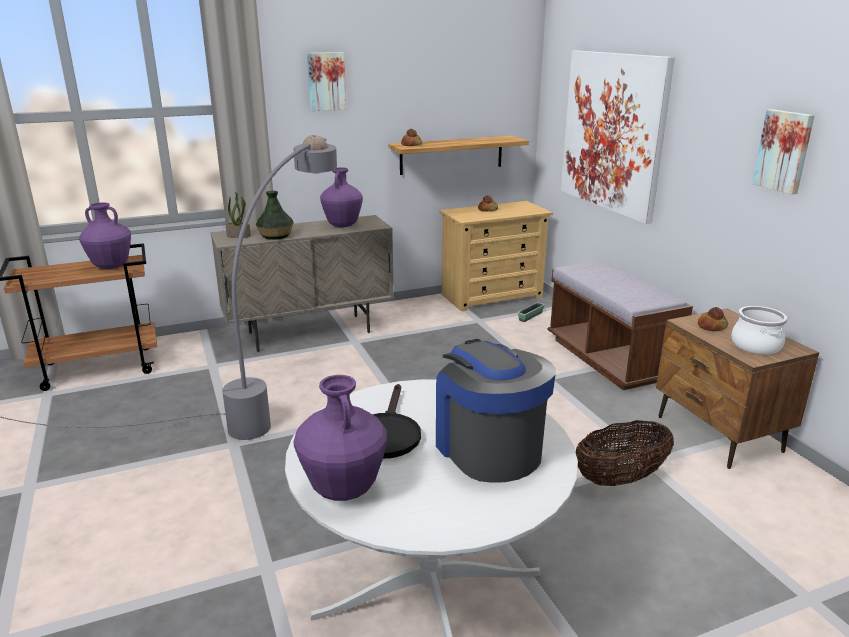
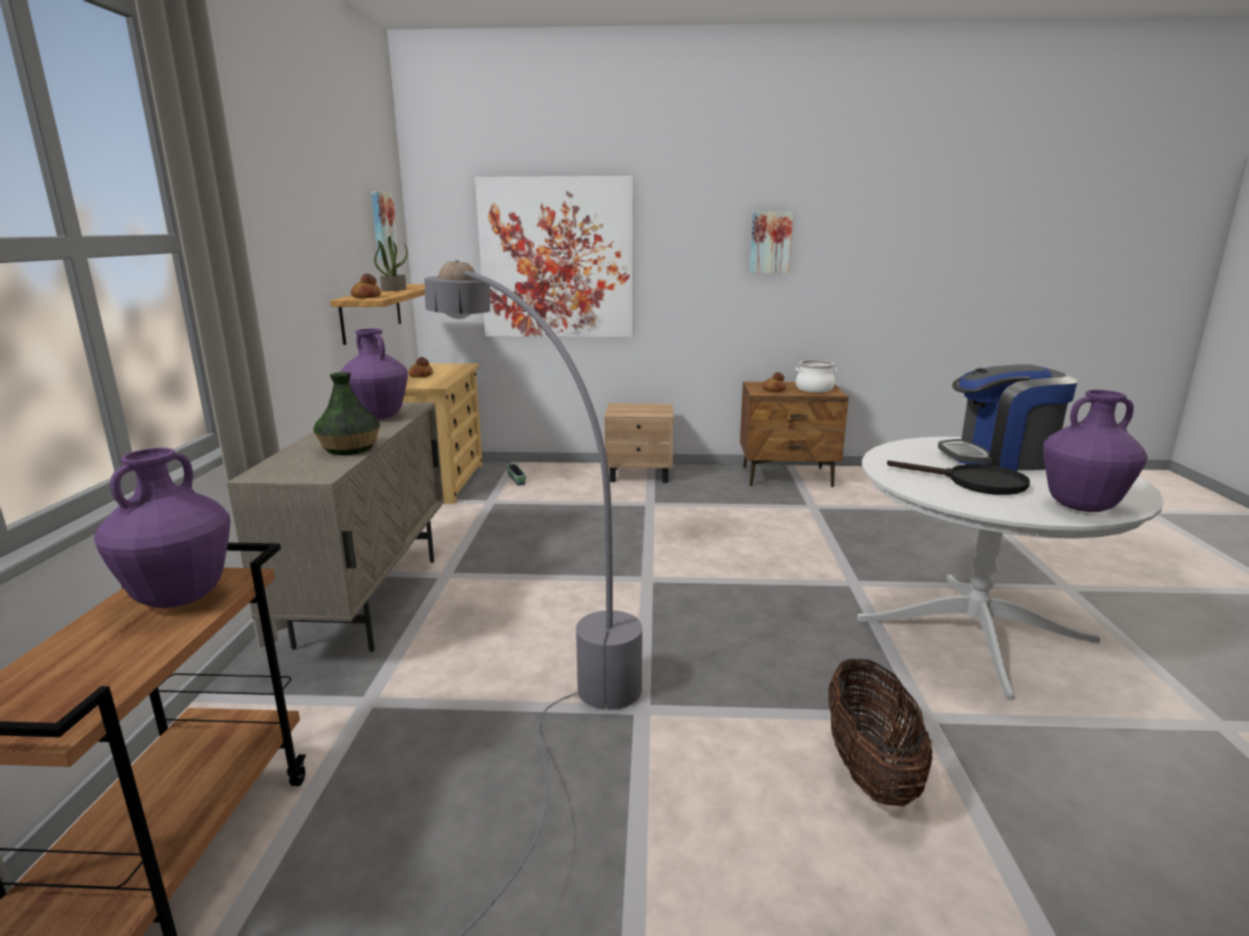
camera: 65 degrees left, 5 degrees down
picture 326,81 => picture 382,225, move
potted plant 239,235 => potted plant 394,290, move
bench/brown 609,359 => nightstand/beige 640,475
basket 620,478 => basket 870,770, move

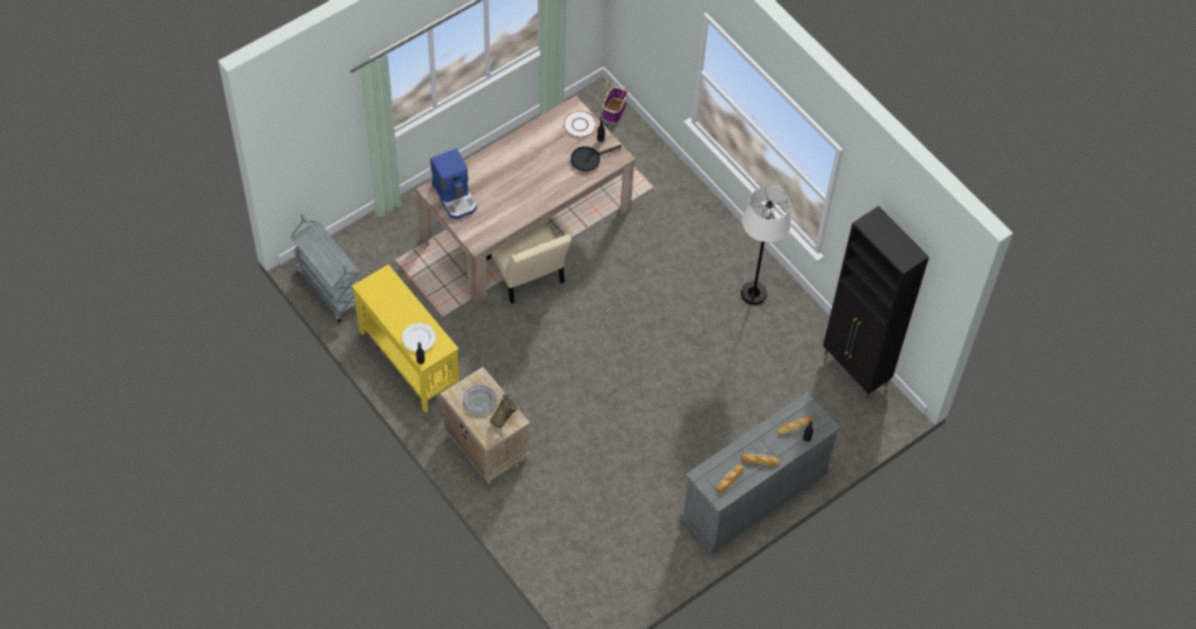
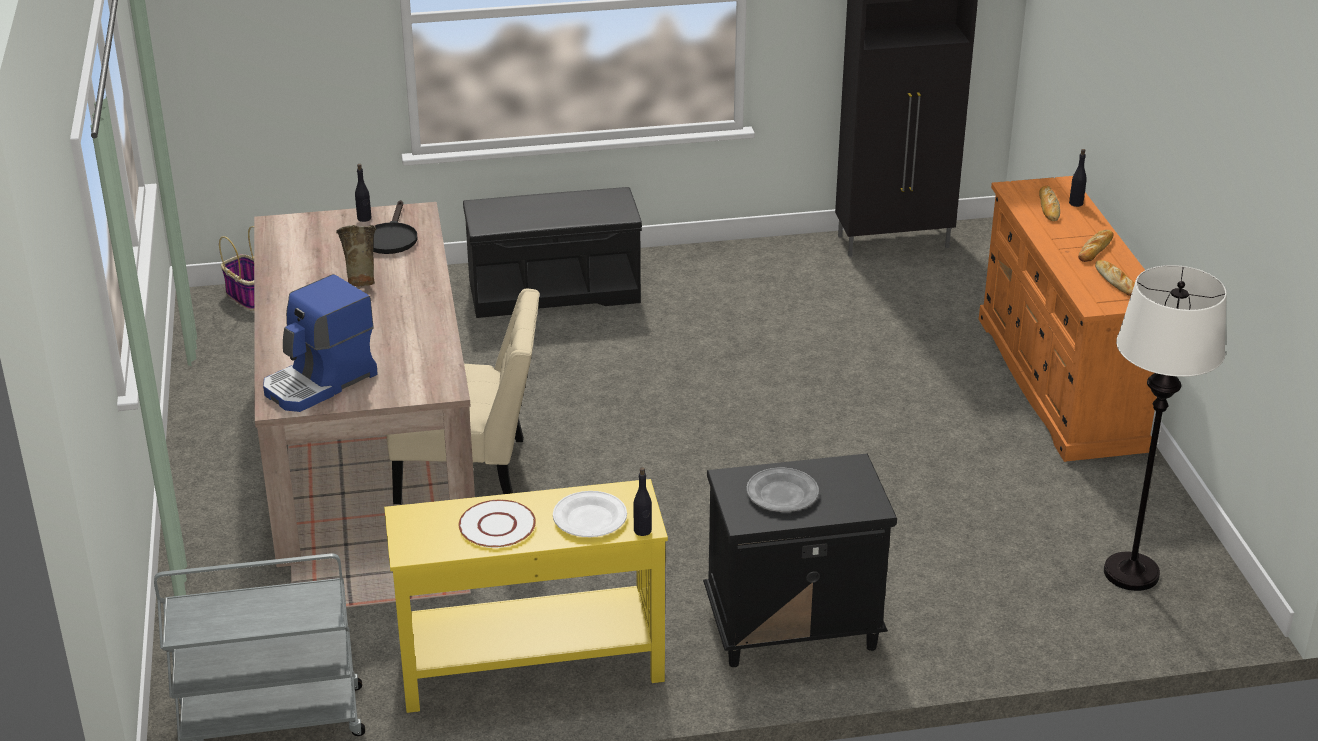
camera: 60 degrees left, 25 degrees down
coffee machine 455,196 => coffee machine 320,383, 135 degrees clockwise
vase/beige 505,419 => vase/beige 361,280, move
plate/white 579,125 => plate/white 497,526, move
nothing => bench/black 555,290
nightstand/beige 485,446 => nightstand/black 791,628
dresser/grey 753,495 => dresser/orange 1060,383
floor lamp/white 754,293 => floor lamp/white 1131,572, move

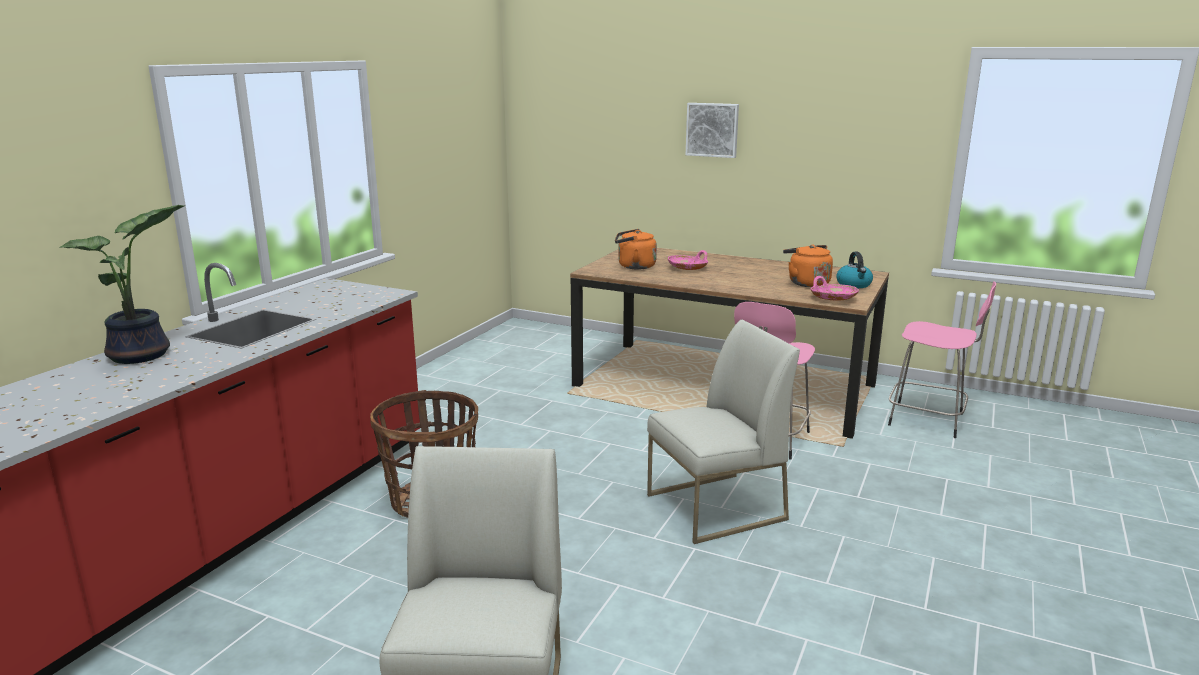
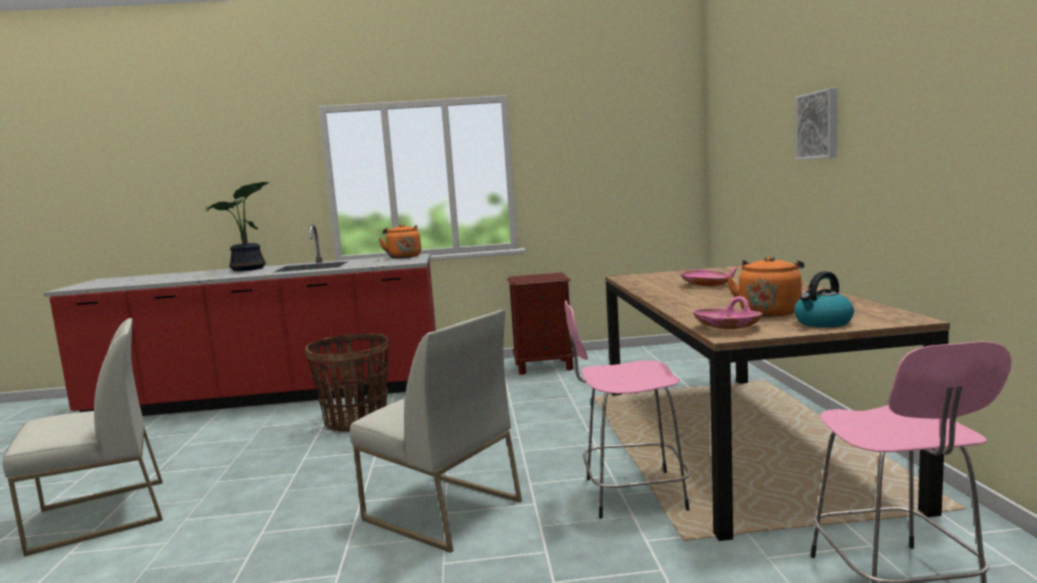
camera: 60 degrees right, 10 degrees down
kettle/orange 634,266 => kettle/orange 403,257, move
nothing => nightstand/brown 544,366

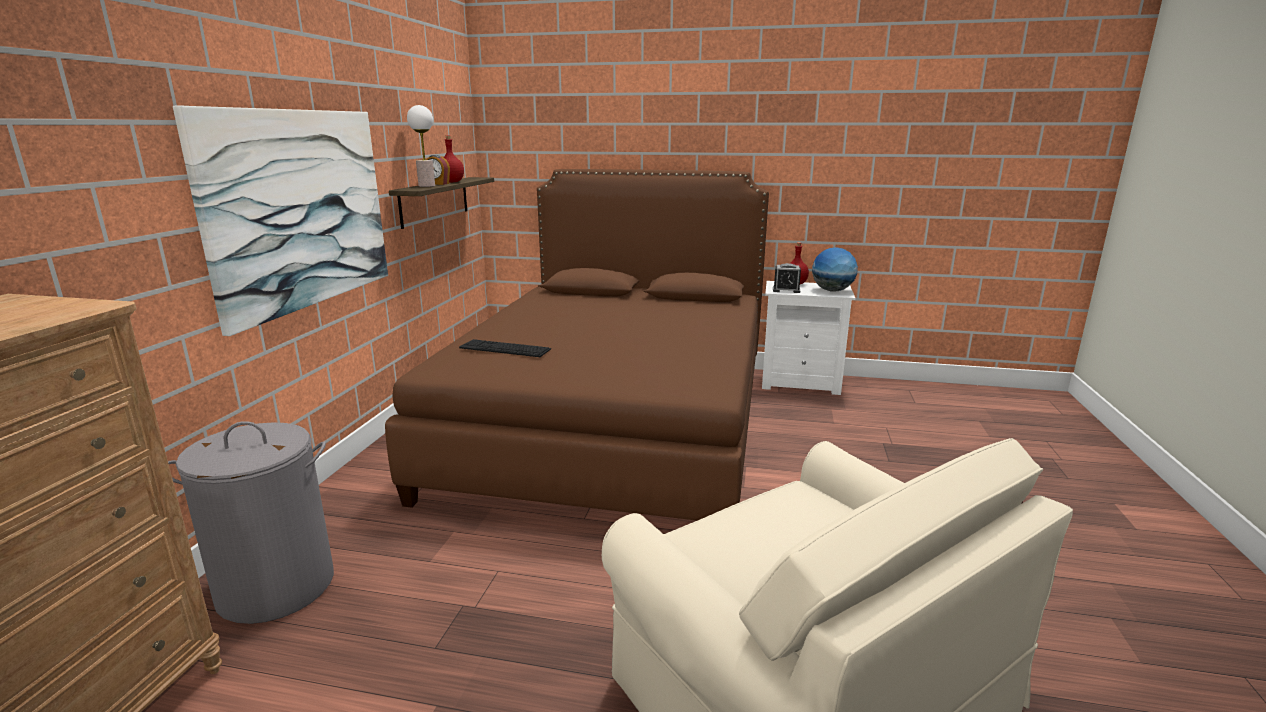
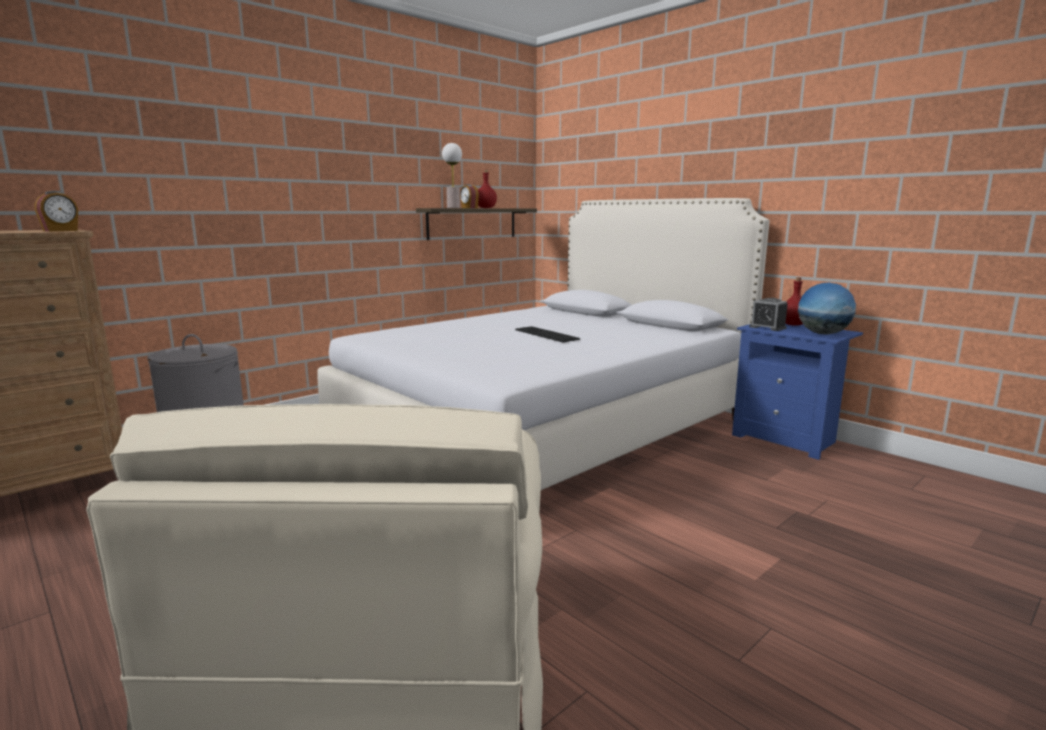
camera: 35 degrees right, 5 degrees down
nothing => alarm clock 60,230
bed/brown 613,424 => bed/white 546,428
keyboard 505,348 => keyboard 546,334, move
nightstand/white 800,382 => nightstand/blue 787,439
picture 300,209 => nothing

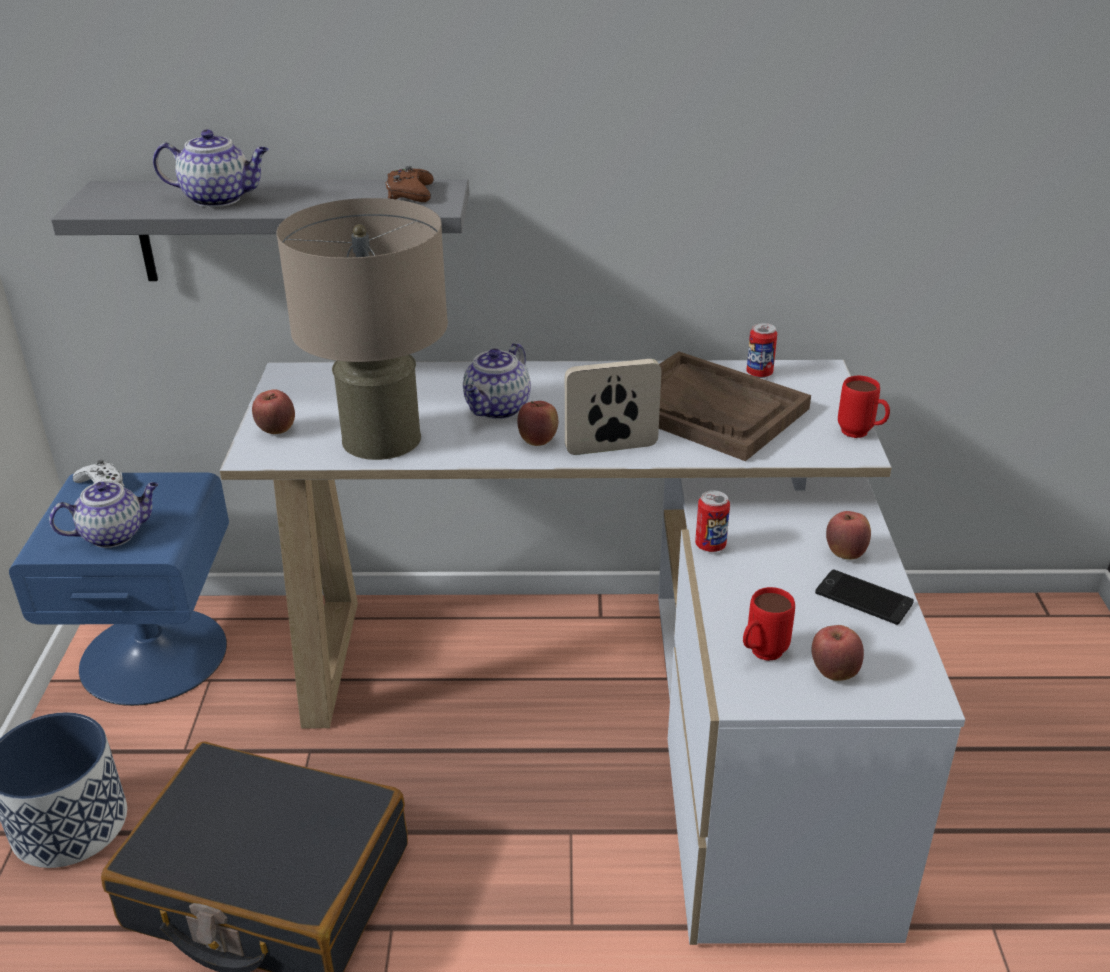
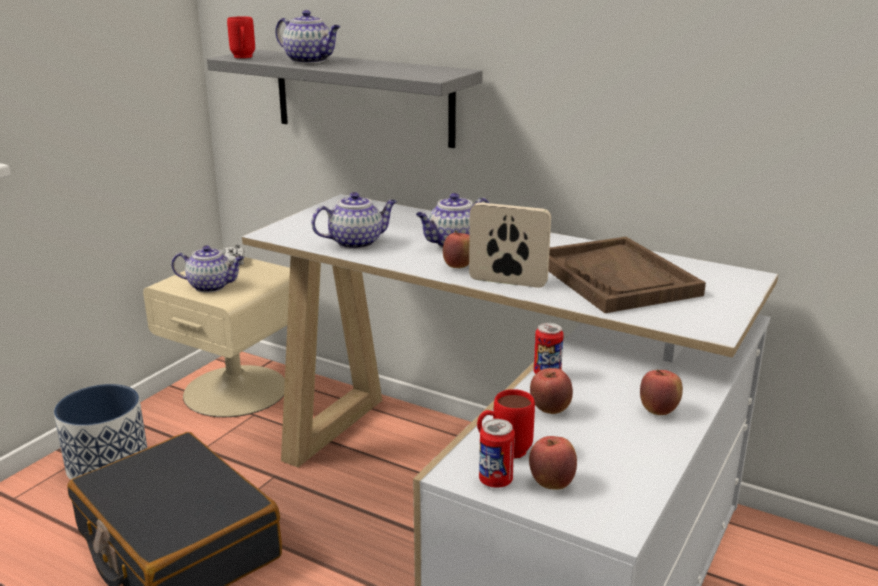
camera: 30 degrees right, 10 degrees down
nightstand/blue 154,653 => nightstand/beige 237,389
mug/red 861,434 => mug/red 243,58, move
table lamp/beige 381,438 => teapot 357,242
can 759,373 => can 495,481, move
apple 276,430 => apple 550,410, move
game controller/brown 410,193 => nothing
phone 863,598 => nothing

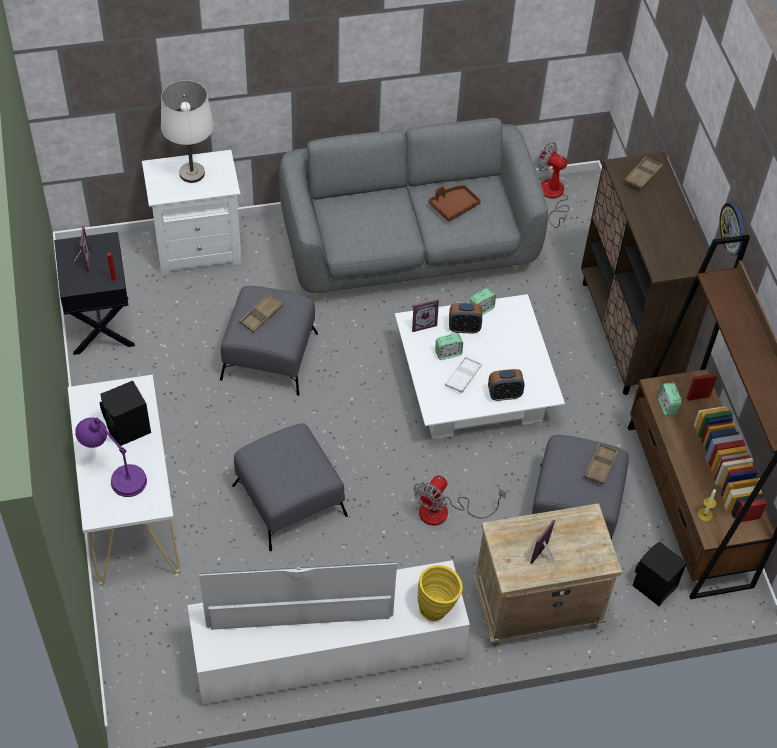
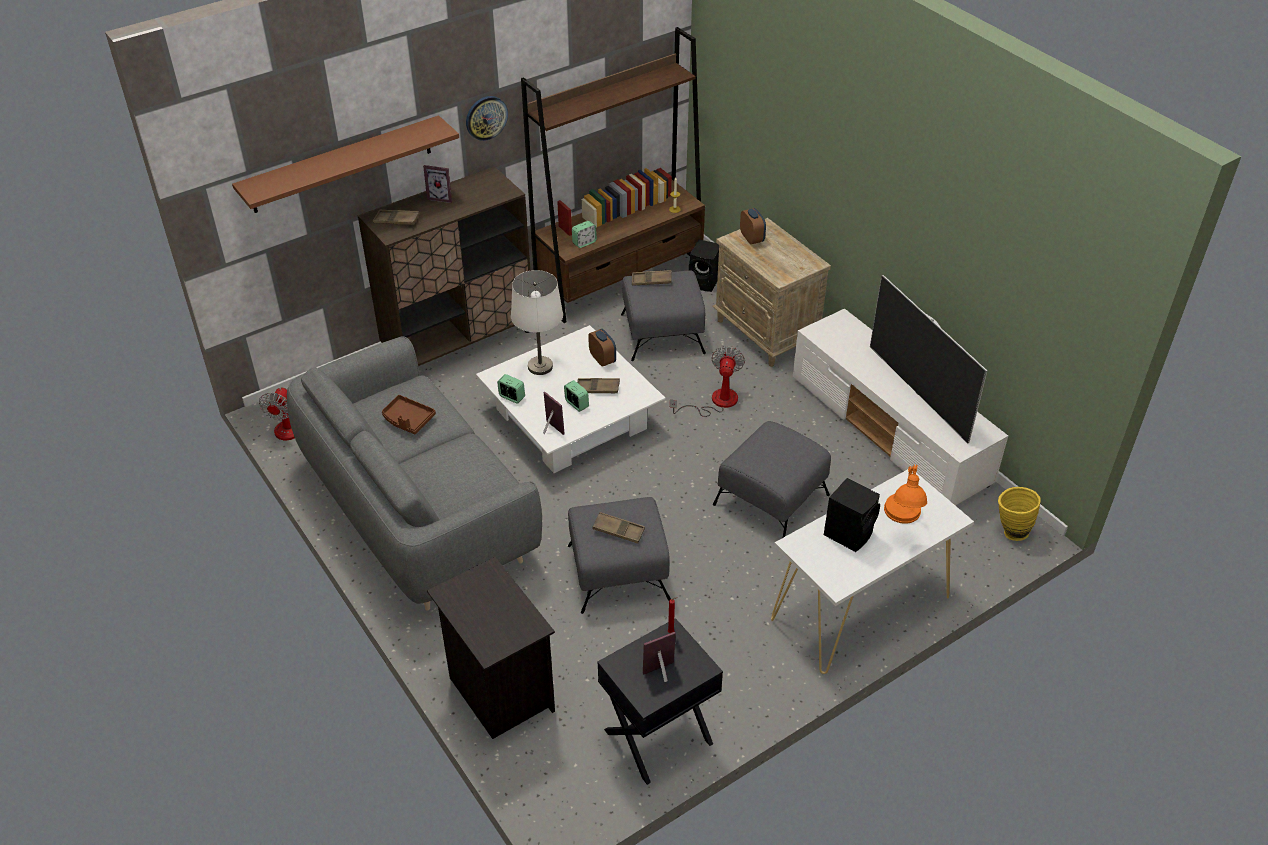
camera: 110 degrees left, 10 degrees down
nothing => shelf/brown 341,164
picture frame 545,557 => picture frame 441,197, move
nightstand/white 198,248 => nightstand/black 498,692
table lamp/white 192,174 => table lamp/white 540,366, move
tray/white 463,376 => tray/brown 597,388
fan 444,512 => fan 715,402, 90 degrees counterclockwise
alarm clock 464,328 => alarm clock 752,238, move
table lamp/purple 115,474 => table lamp/orange 902,522
vase/yellow 437,607 => vase/yellow 1010,531, move

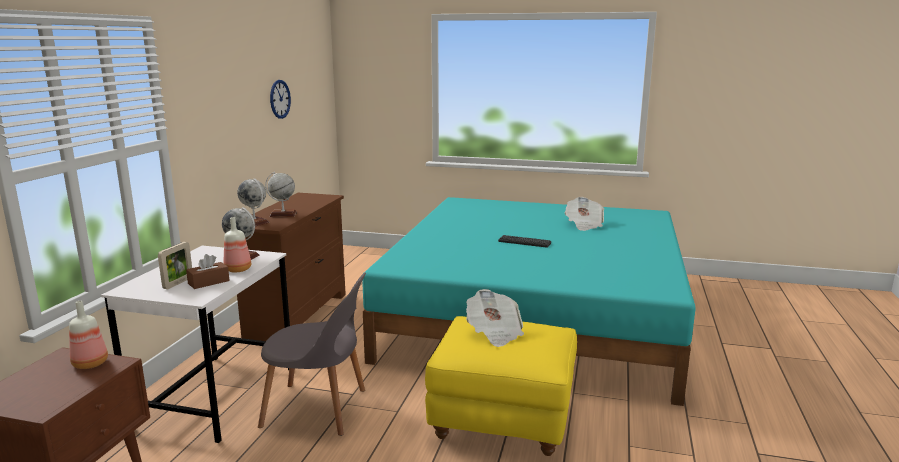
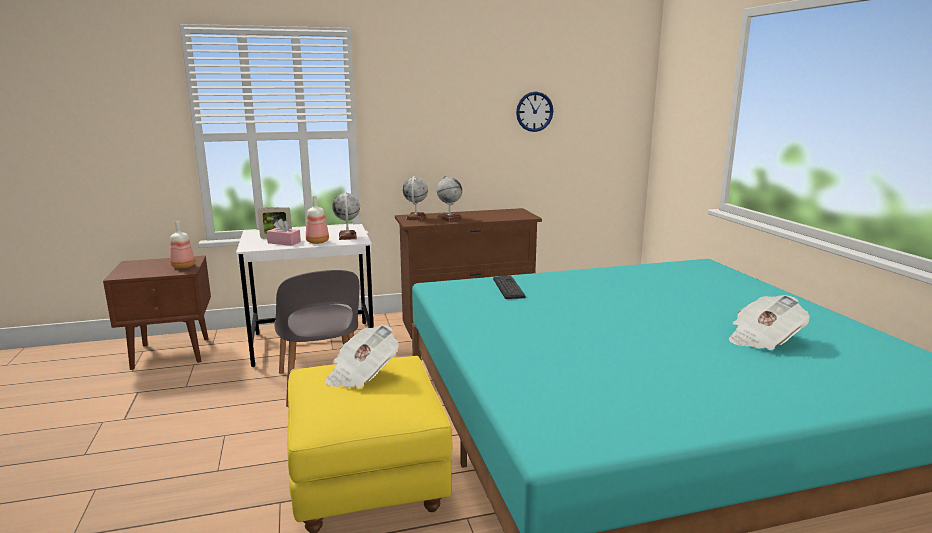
camera: 60 degrees right, 0 degrees up
tissue box/brown 208,282 => tissue box/pink 284,242
keyboard 524,242 => keyboard 508,288, move

